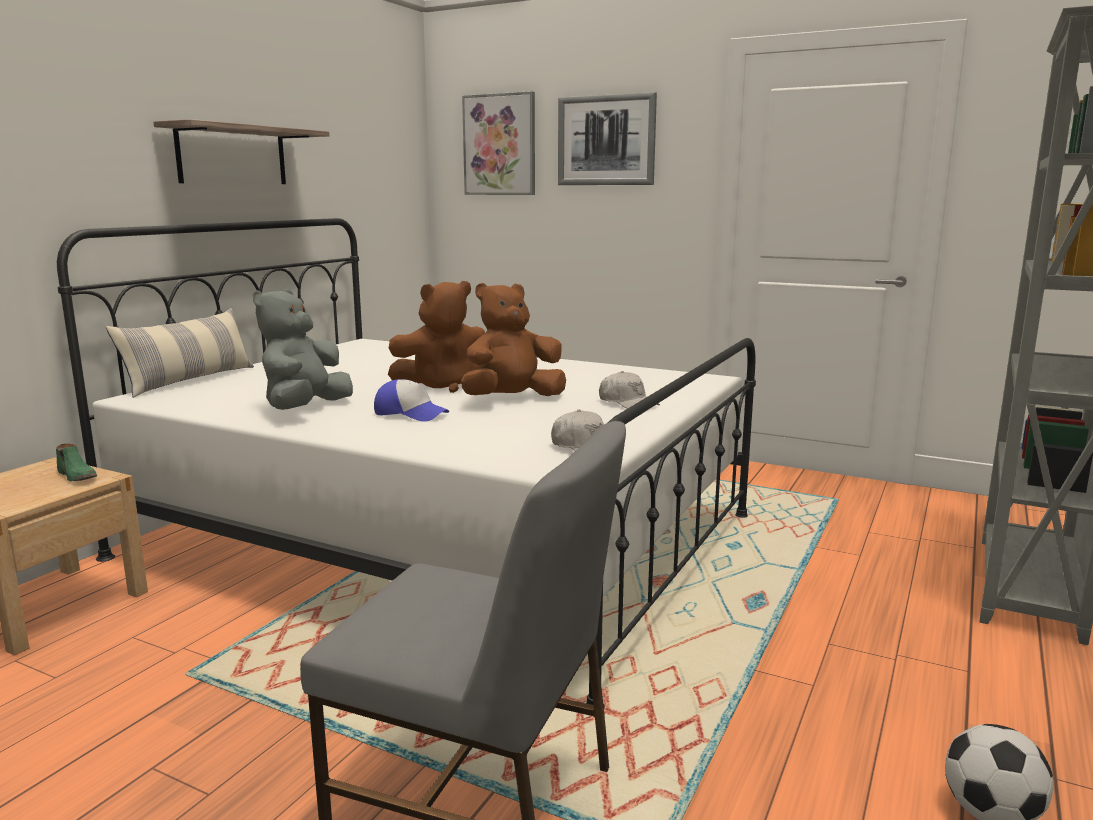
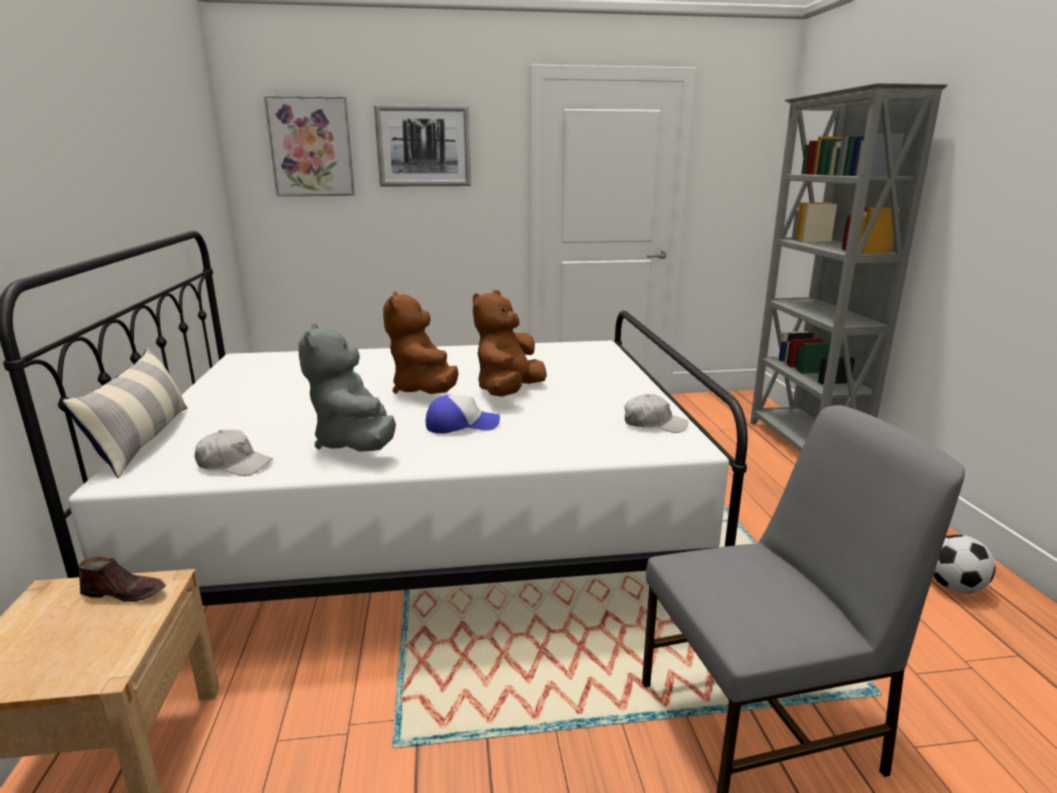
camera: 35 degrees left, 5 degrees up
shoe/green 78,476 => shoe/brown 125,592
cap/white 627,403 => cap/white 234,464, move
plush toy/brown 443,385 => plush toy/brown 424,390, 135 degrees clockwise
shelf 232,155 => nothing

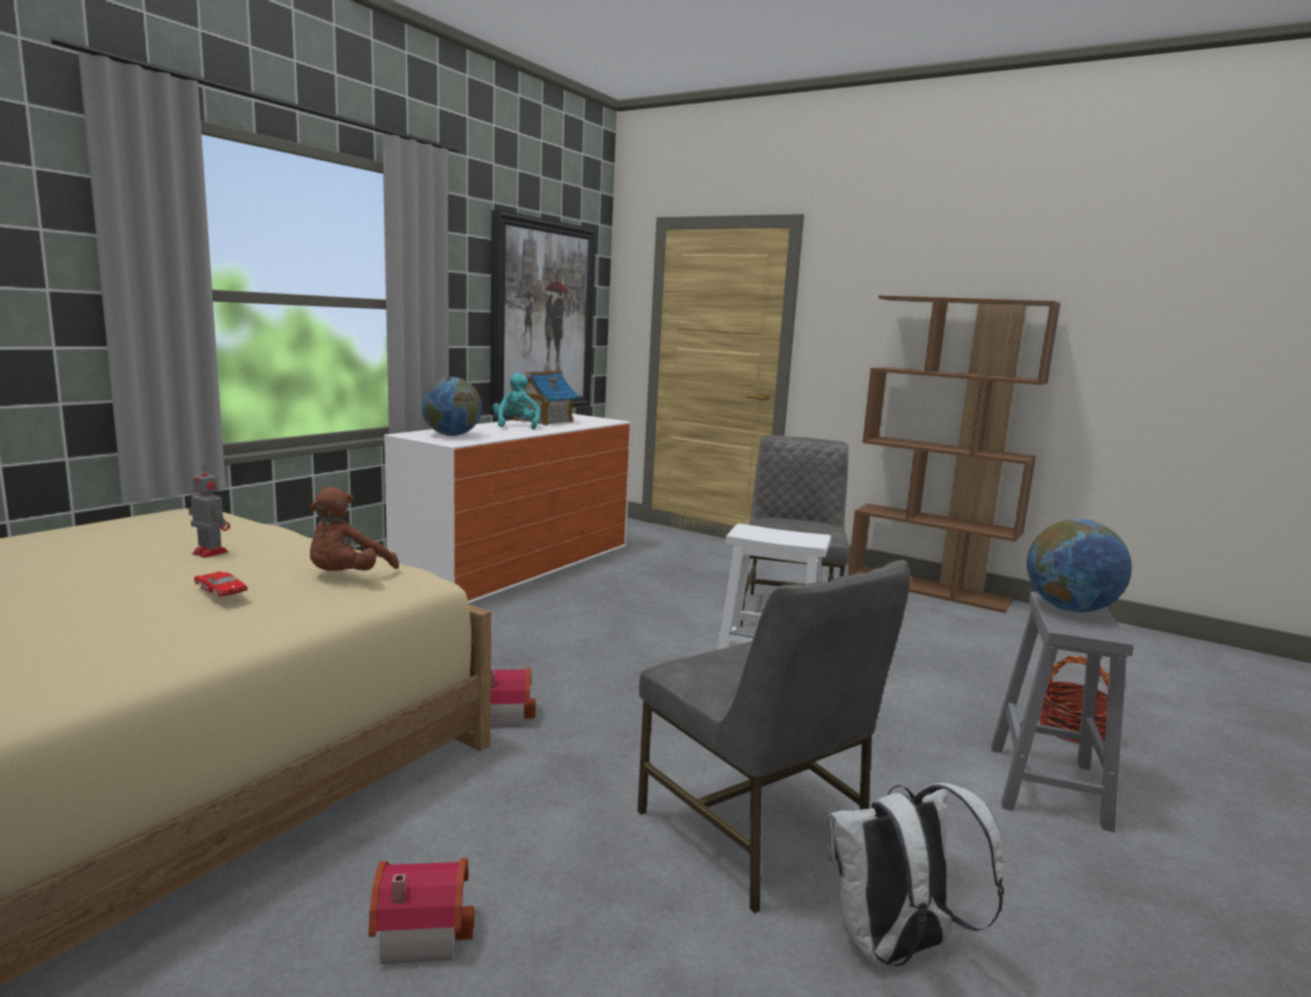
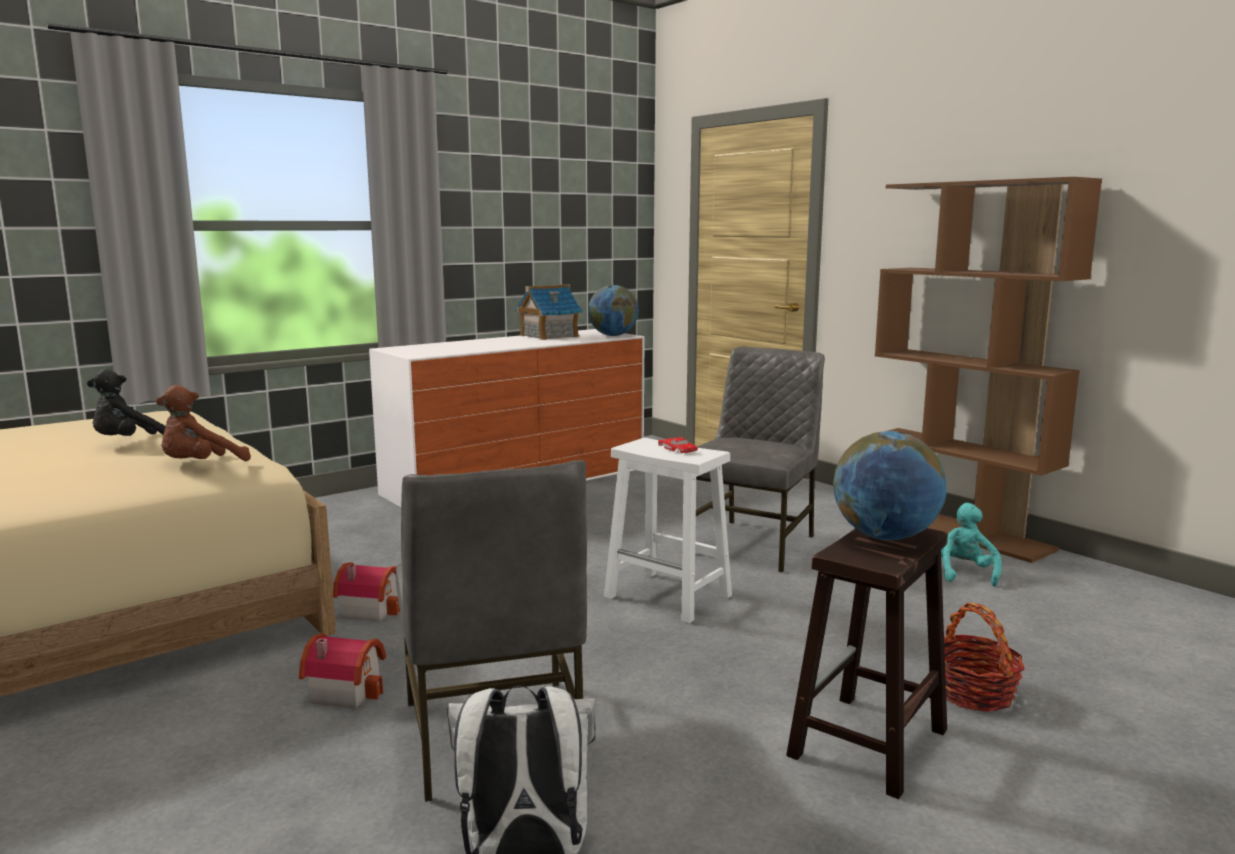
camera: 20 degrees right, 0 degrees up
toy robot 209,552 => plush toy/black 130,443
toy house 420,931 => toy house 346,689, move
globe 451,435 => globe 613,335, move
toy car/red 221,589 => toy car/red 677,449, move
stool/grey 1048,787 => stool/brown 868,744
plush toy/turquoise 516,426 => plush toy/turquoise 963,573, move
picture 542,317 => nothing

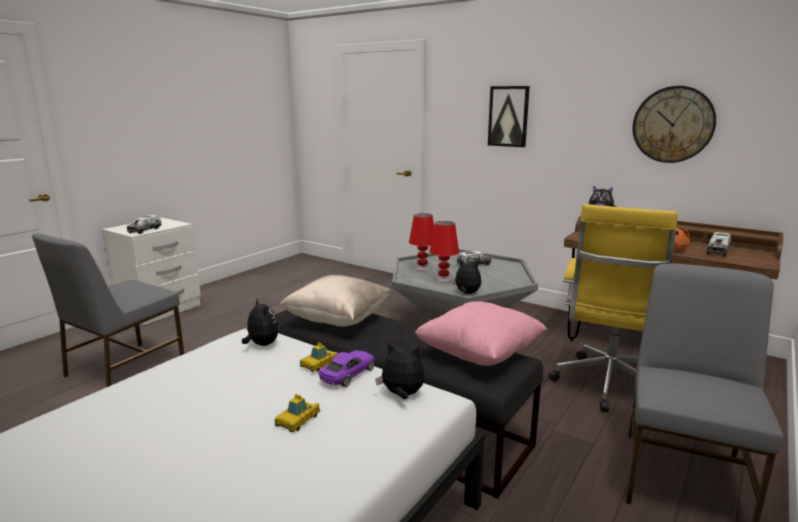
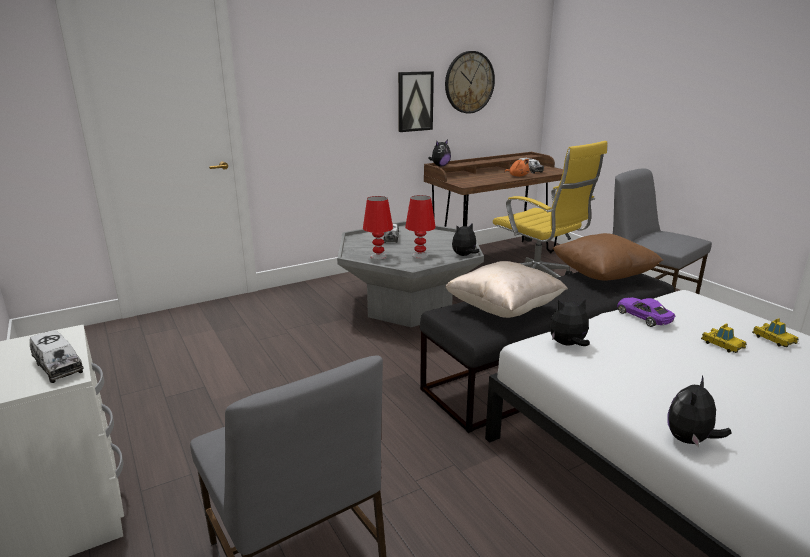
camera: 65 degrees left, 5 degrees up
picture 508,116 => picture 415,101, move
pillow/pink 479,355 => pillow/brown 603,275
plush toy 402,395 => plush toy 690,440, move
toy car 319,364 => toy car 774,339, move

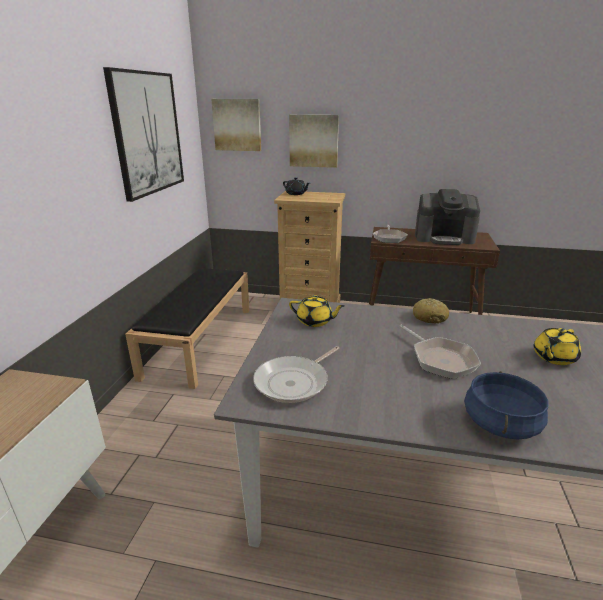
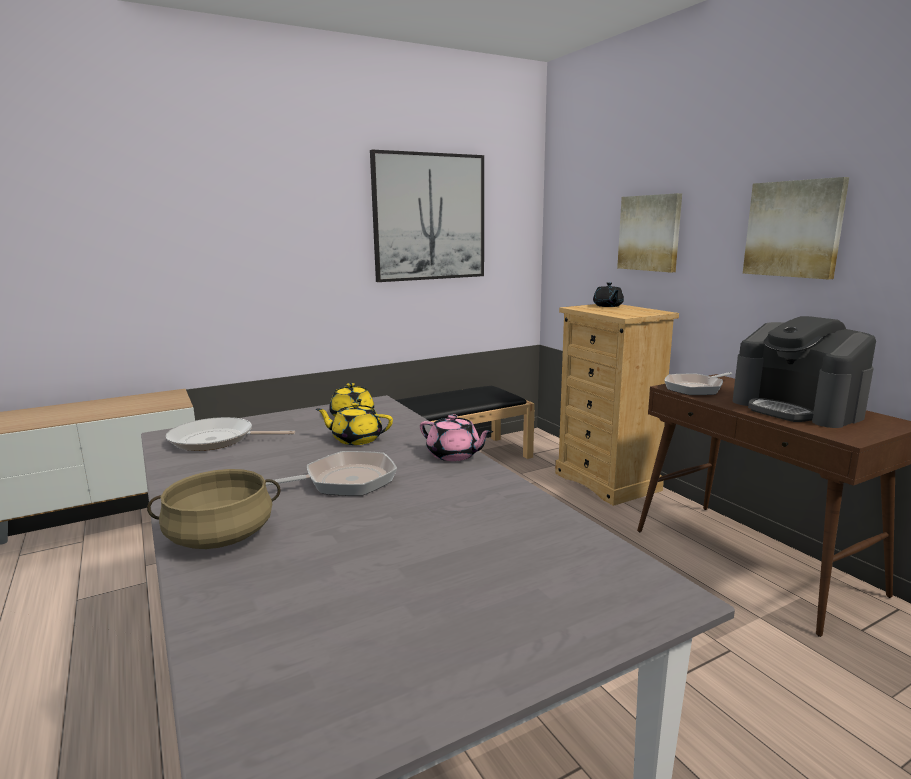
camera: 50 degrees right, 10 degrees down
cooking pot/blue 499,423 => cooking pot/beige 221,536
frying pan 440,359 => frying pan 343,481, 135 degrees counterclockwise
teapot/yellow 553,357 => teapot/yellow 356,439, move
bread 430,317 => teapot/pink 454,455
picture 237,125 => picture 794,229, move

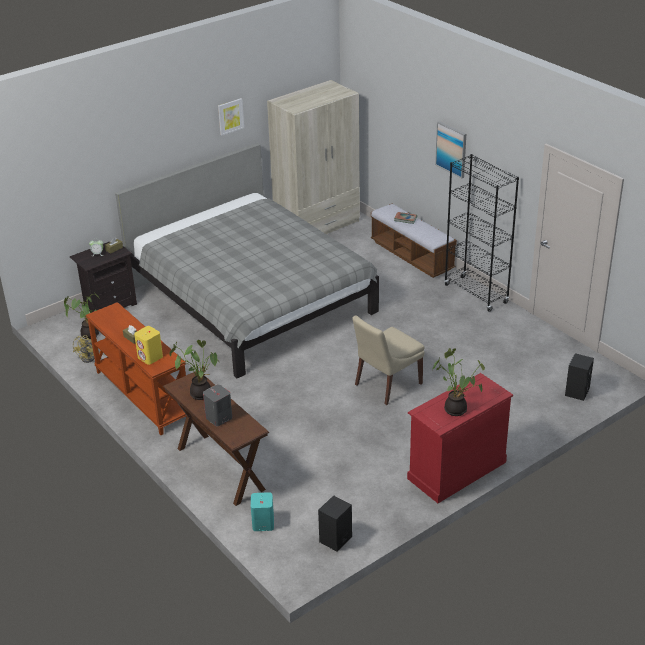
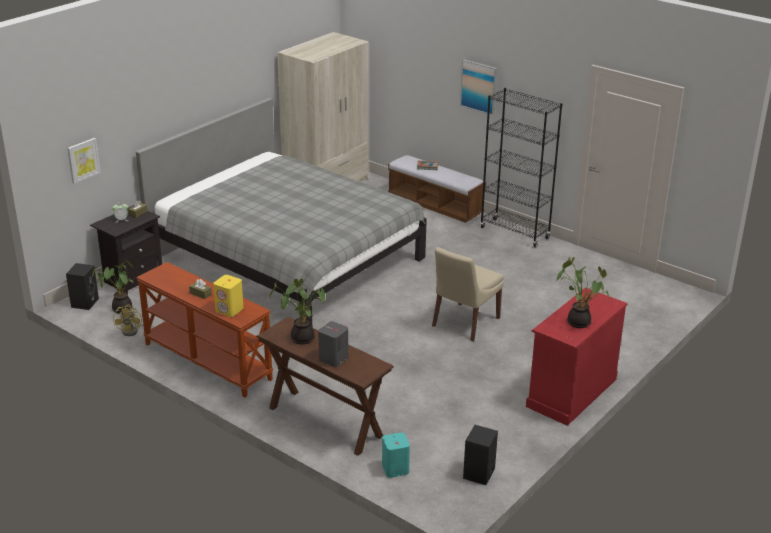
camera: 15 degrees left, 5 degrees down
speaker/black 576,391 => speaker/black 84,302, move
picture 230,116 => picture 83,160, move

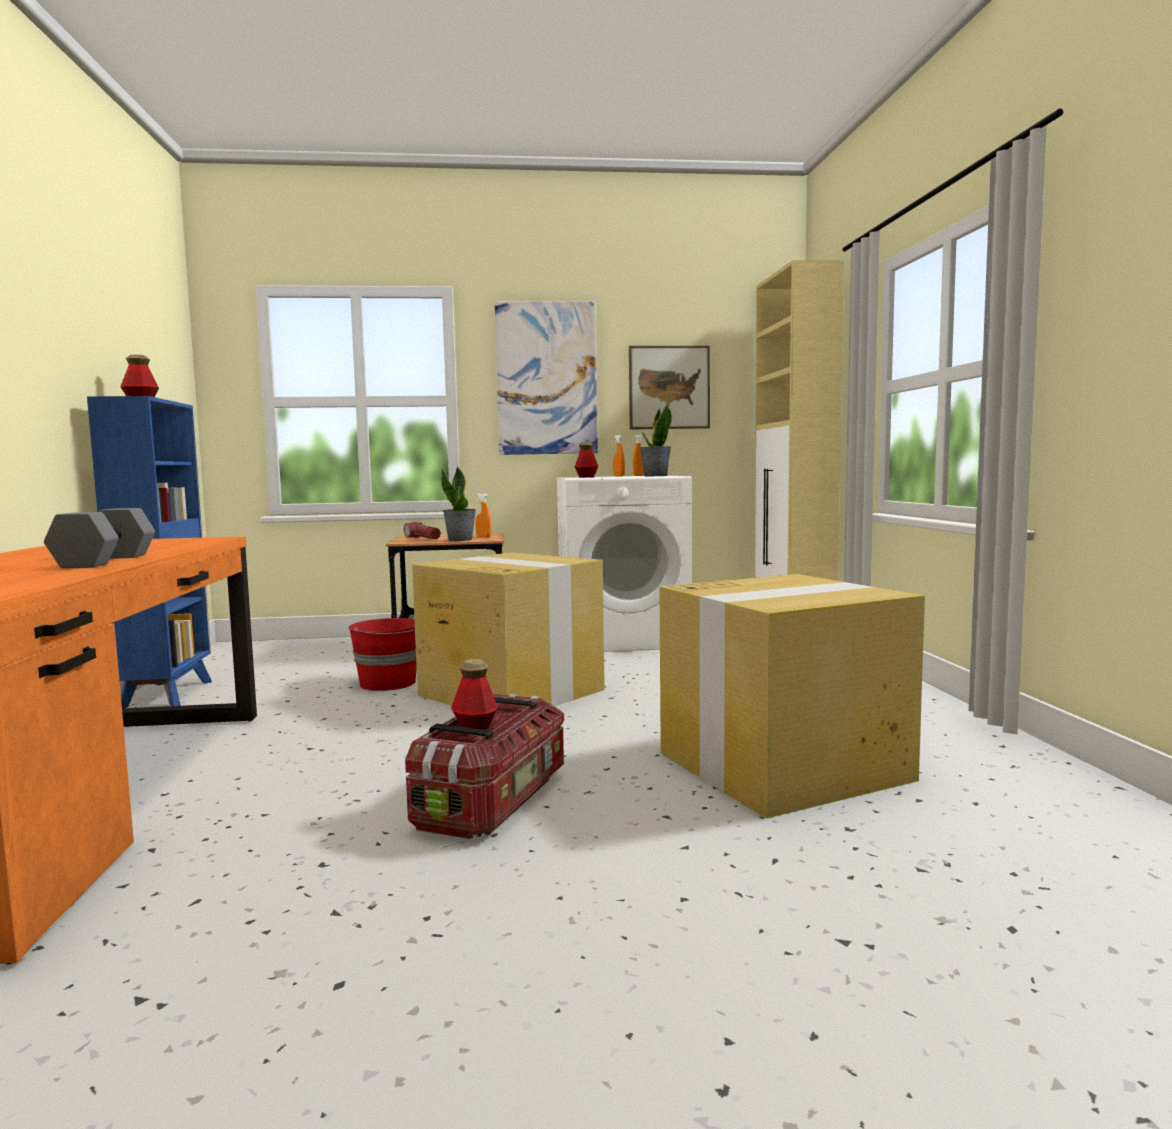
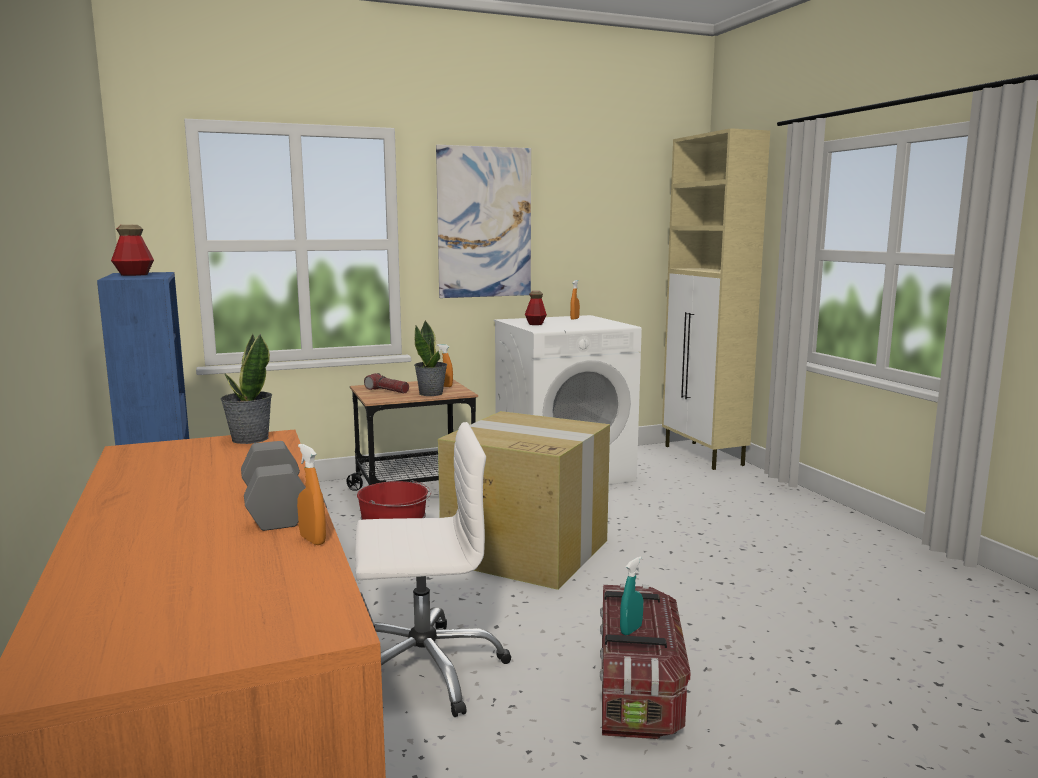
camera: 15 degrees left, 5 degrees up
potted plant 655,476 => potted plant 249,439, move
spray bottle/orange 618,476 => spray bottle/orange 312,540, move
nothing => office chair/white 424,669
bottle 475,726 => spray bottle/turquoise 631,630
picture 669,387 => nothing
cardboard box 785,766 => nothing

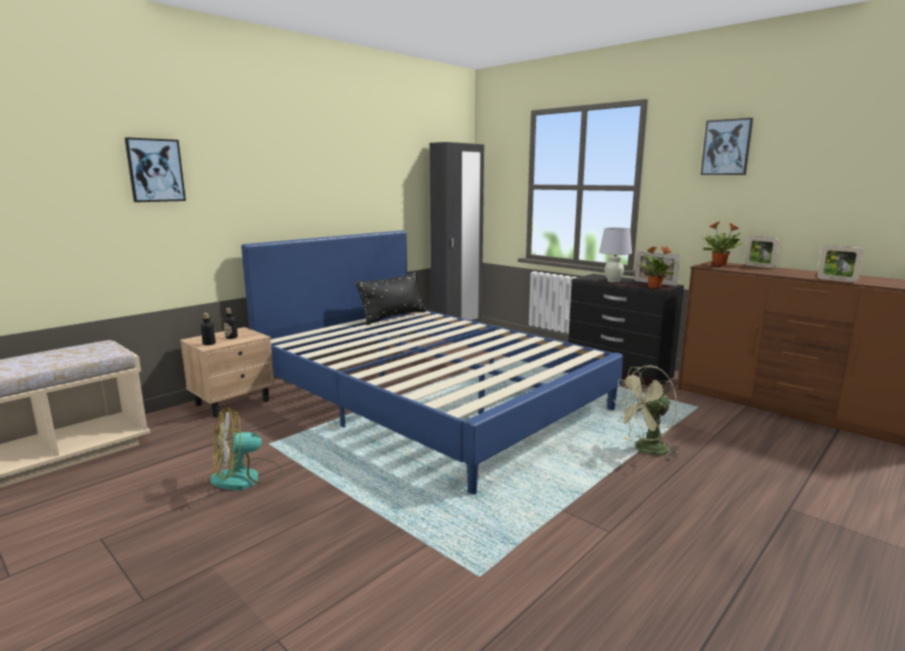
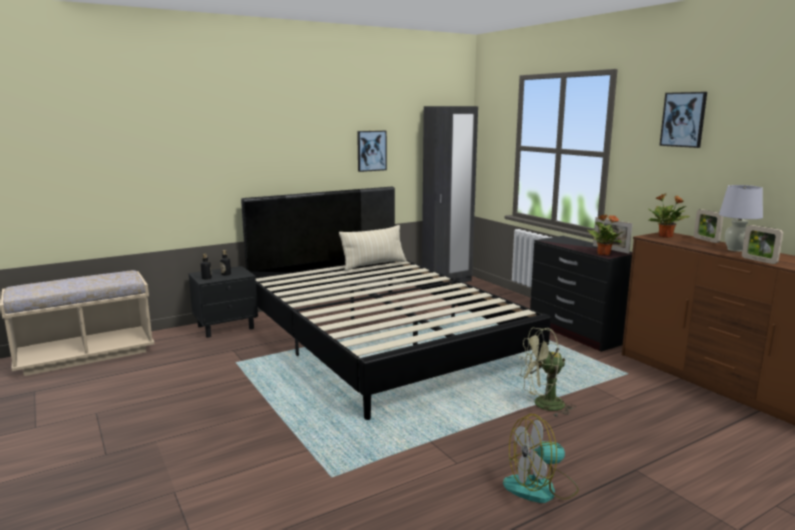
camera: 15 degrees right, 0 degrees up
nightstand/beige 233,402 => nightstand/black 226,327
bed/blue 427,396 => bed/black 381,338
pillow/black 393,317 => pillow/beige 374,265
picture 155,170 => picture 371,150, move
fan 247,478 => fan 541,488, move
table lamp/white 613,281 => table lamp/white 735,250, move

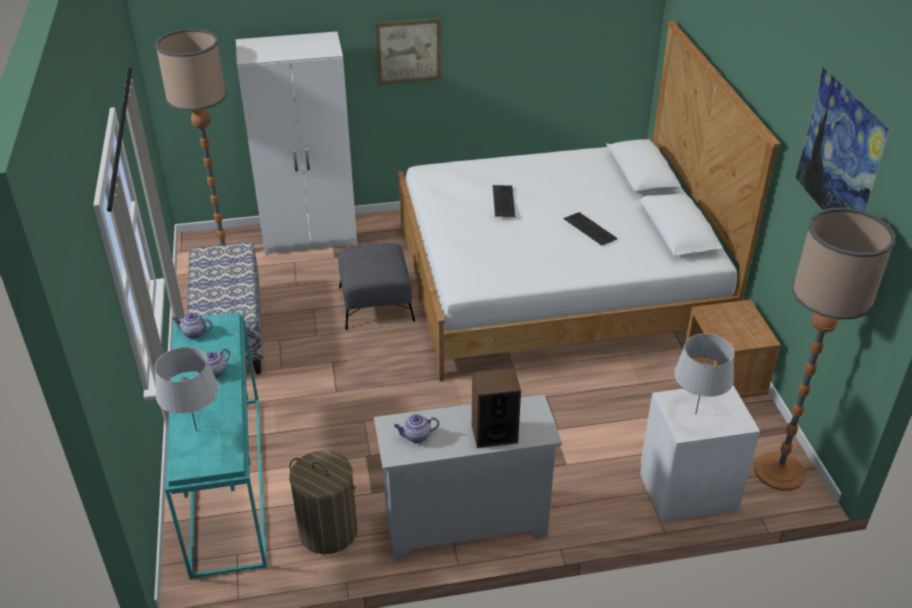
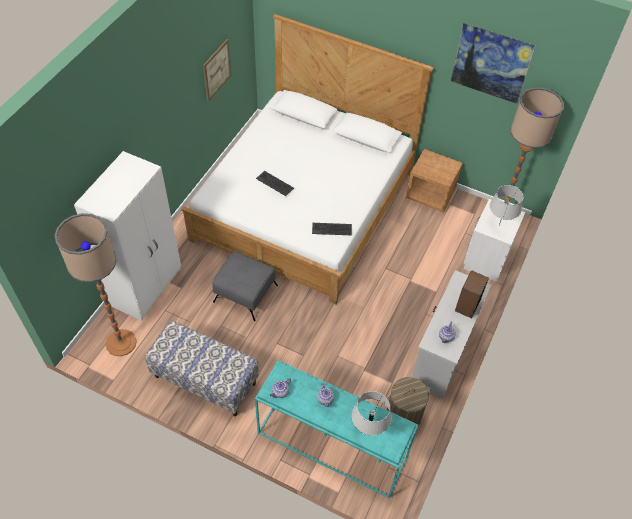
camera: 55 degrees left, 15 degrees up
picture 408,51 => picture 217,70, move
keyboard 590,229 => keyboard 332,229, move

